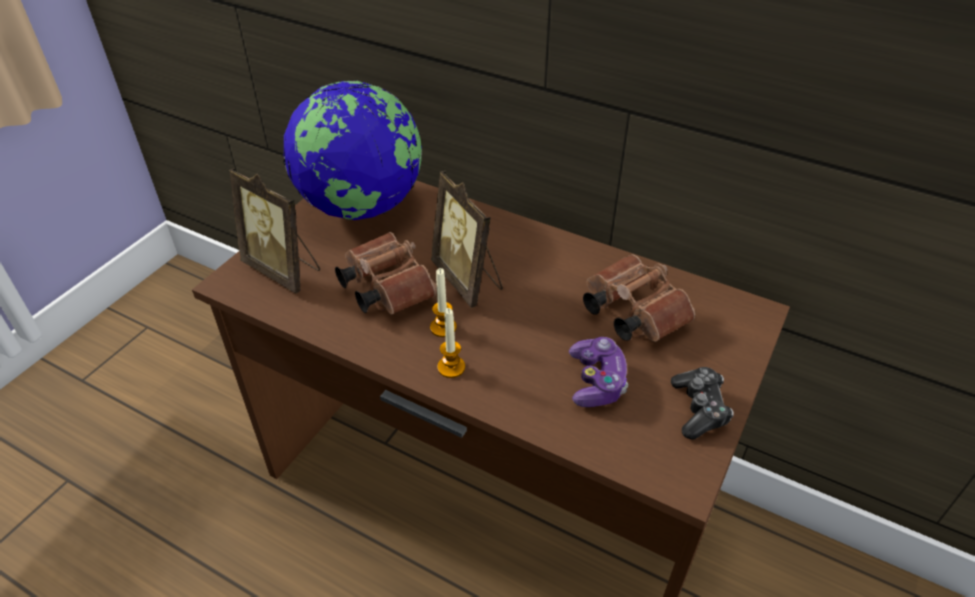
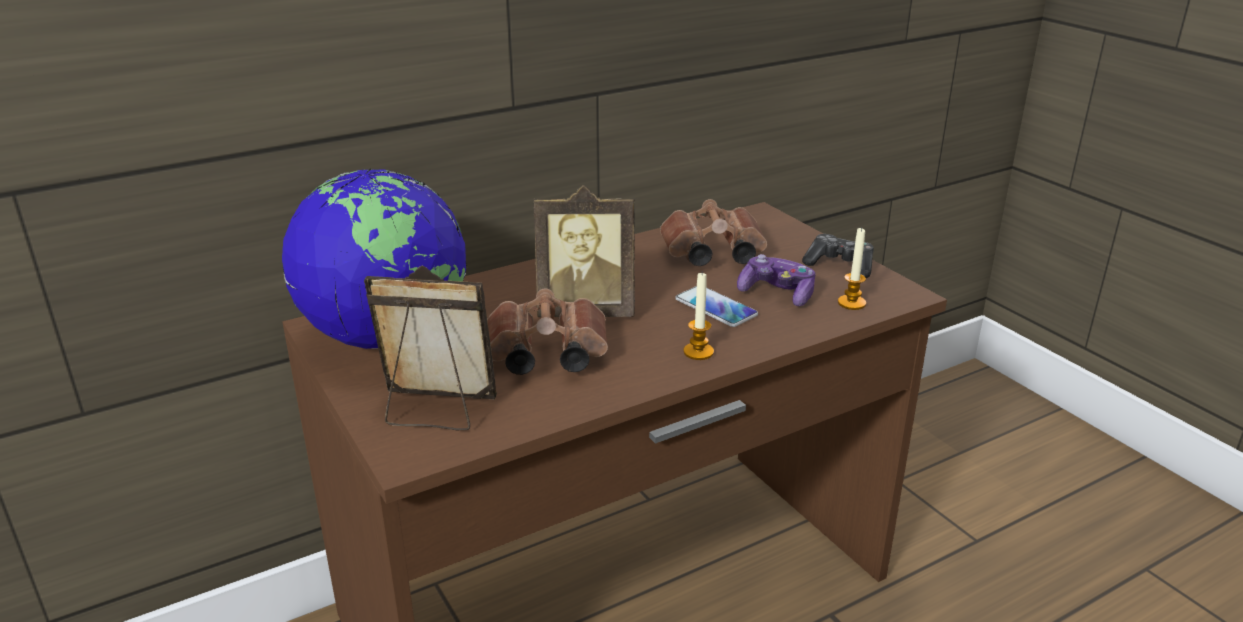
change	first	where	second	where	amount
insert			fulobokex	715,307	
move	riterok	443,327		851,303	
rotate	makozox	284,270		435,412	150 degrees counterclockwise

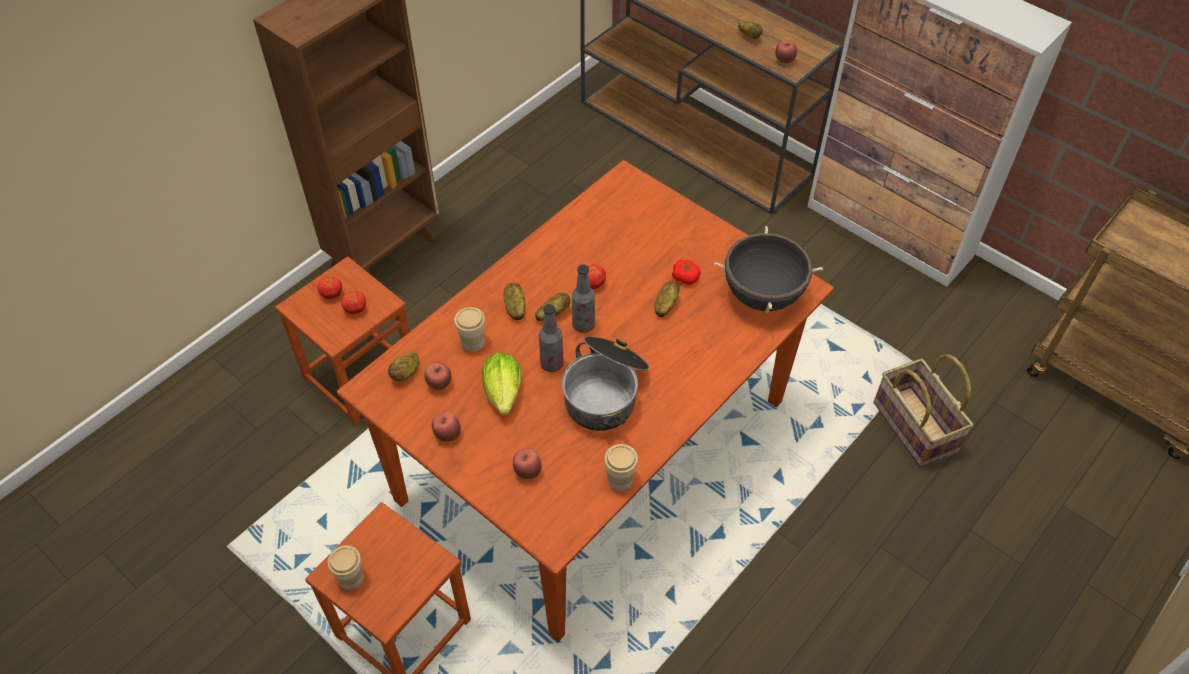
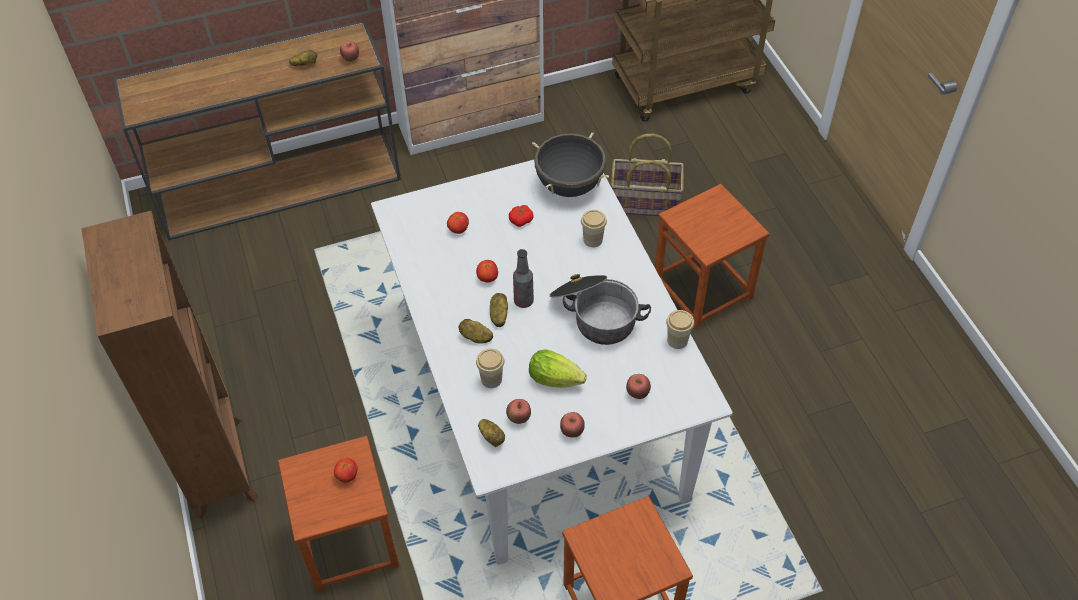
change	first	where	second	where	amount
delete	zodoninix	552,364			
delete	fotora	665,305			
insert			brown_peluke	703,289	
move	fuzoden	332,294		458,229	
move	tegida	351,578		593,240	
recolor	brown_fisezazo	594,452	white_fisezazo	542,401	

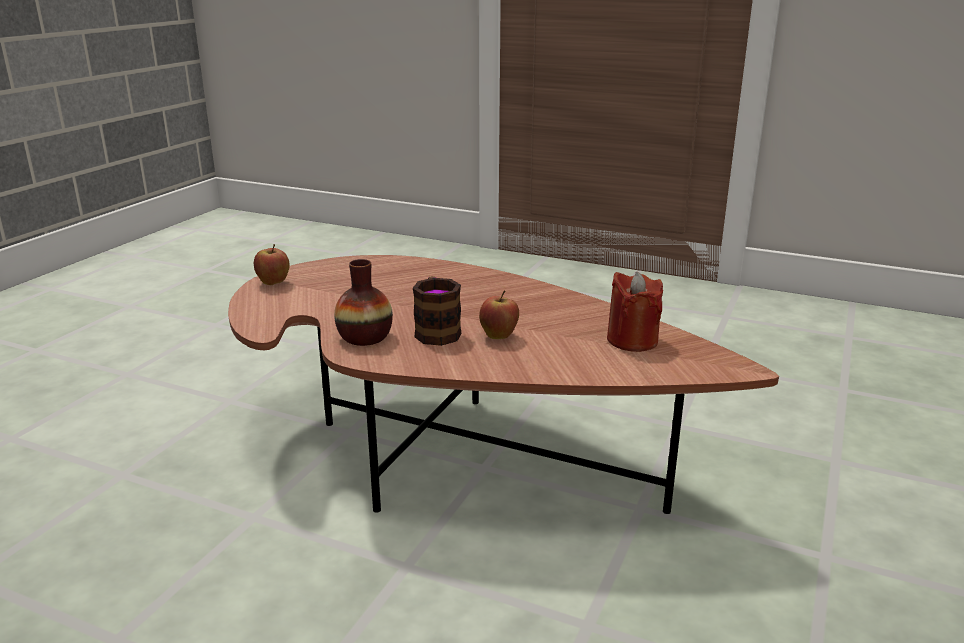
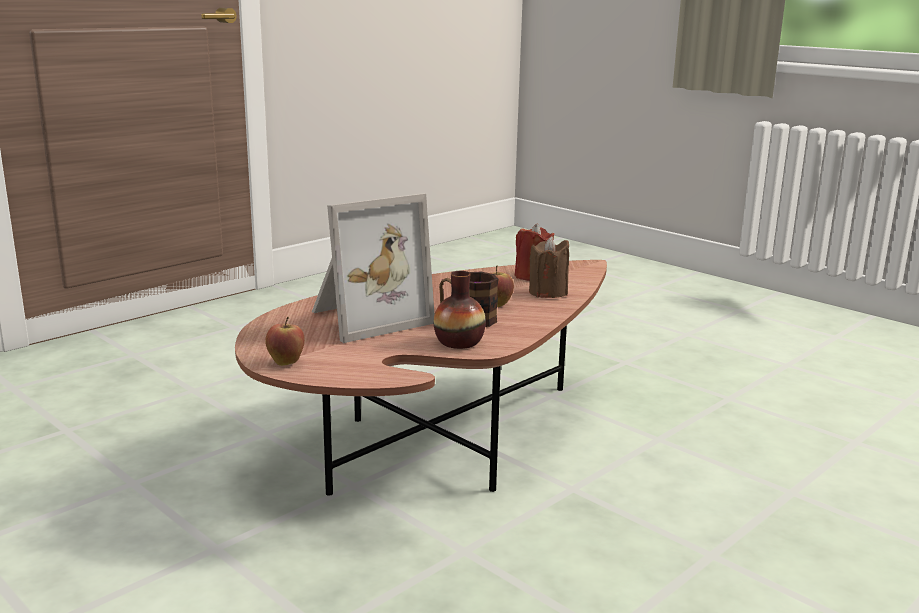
change	first	where	second	where	amount
insert			makozox	366,318	
insert			brown_riterok	548,292	

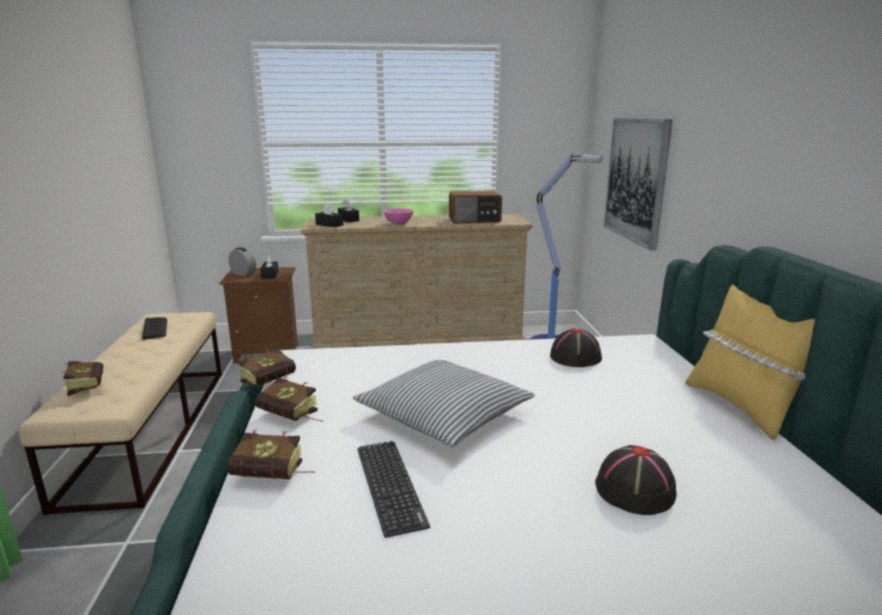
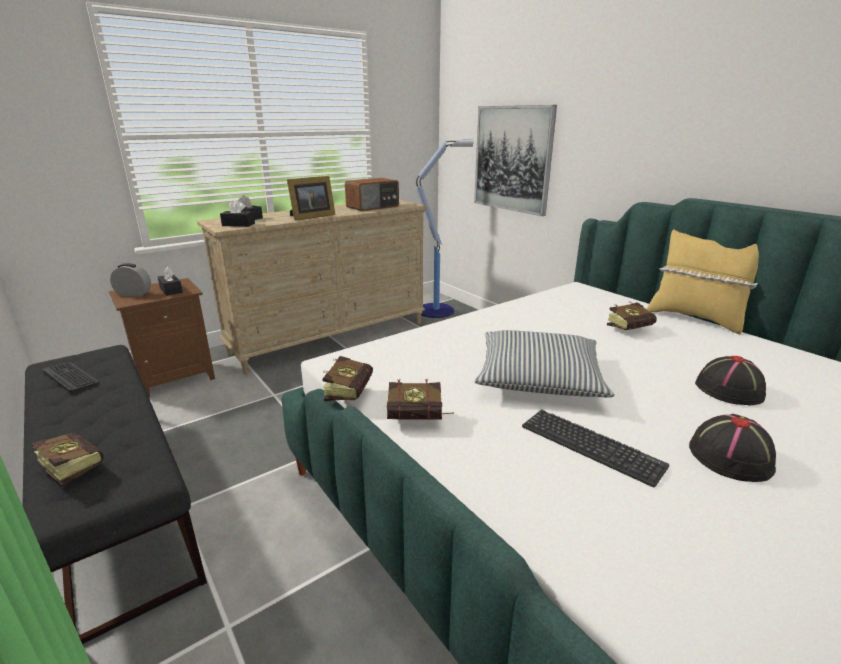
change	first	where	second	where	amount
move	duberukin	275,476		632,329	
move	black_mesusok	575,357		730,456	
replace	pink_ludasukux	399,224	makozox	311,217	
recolor	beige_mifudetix	151,429	black_mifudetix	116,498	

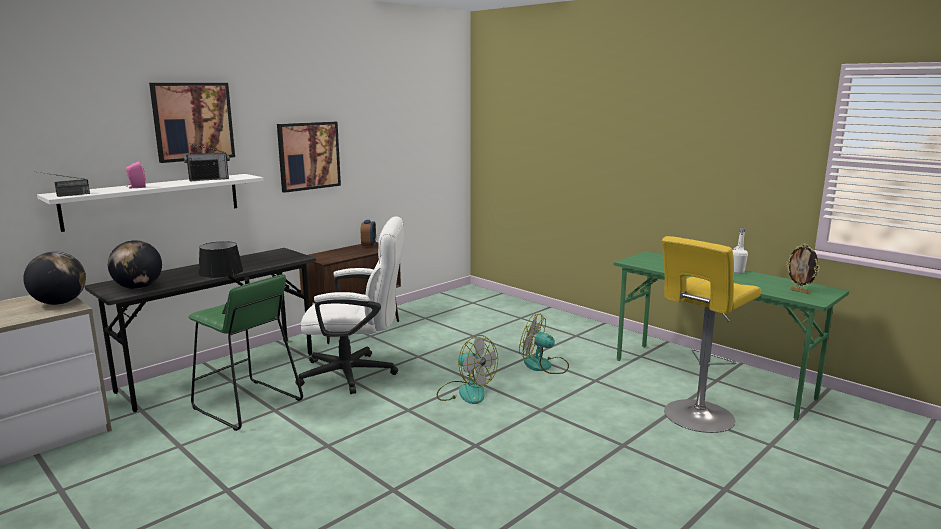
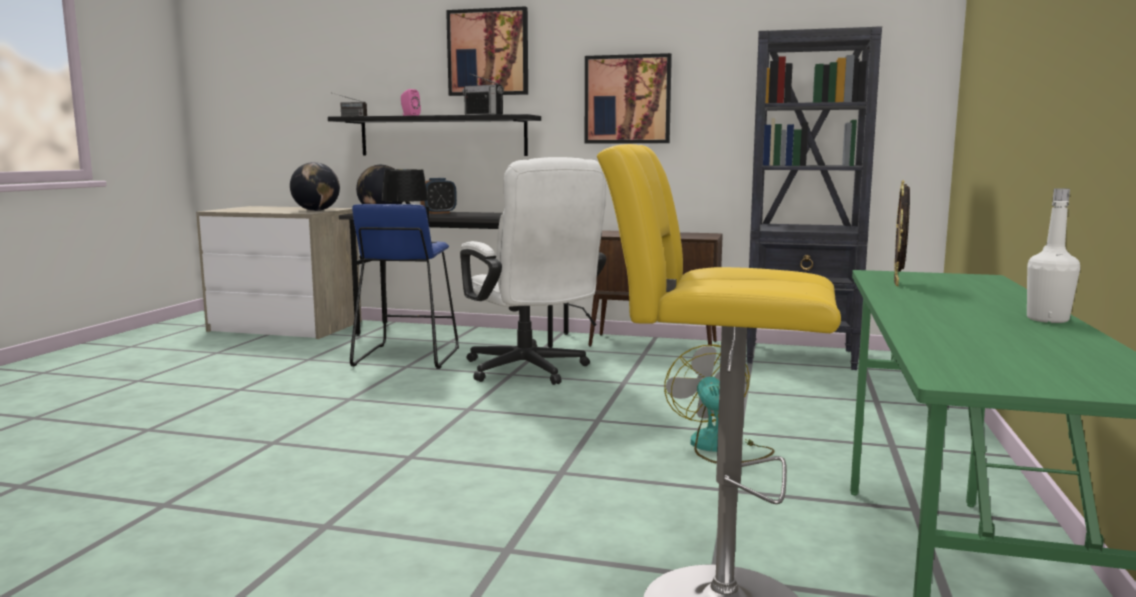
change	first	where	second	where	amount
delete	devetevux	465,392			
insert			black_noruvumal	801,356	
move	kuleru	369,246		438,213	
move	makozox	799,291		897,283	
recolor	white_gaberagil	154,201	black_gaberagil	442,136	
recolor	green_peluke	246,404	blue_peluke	406,356	

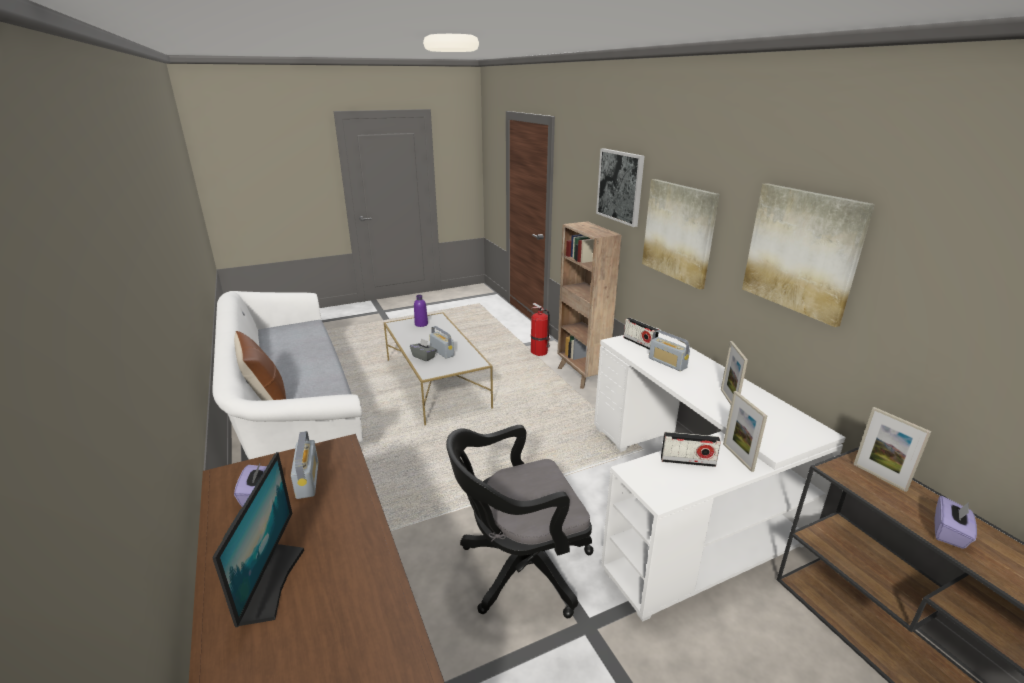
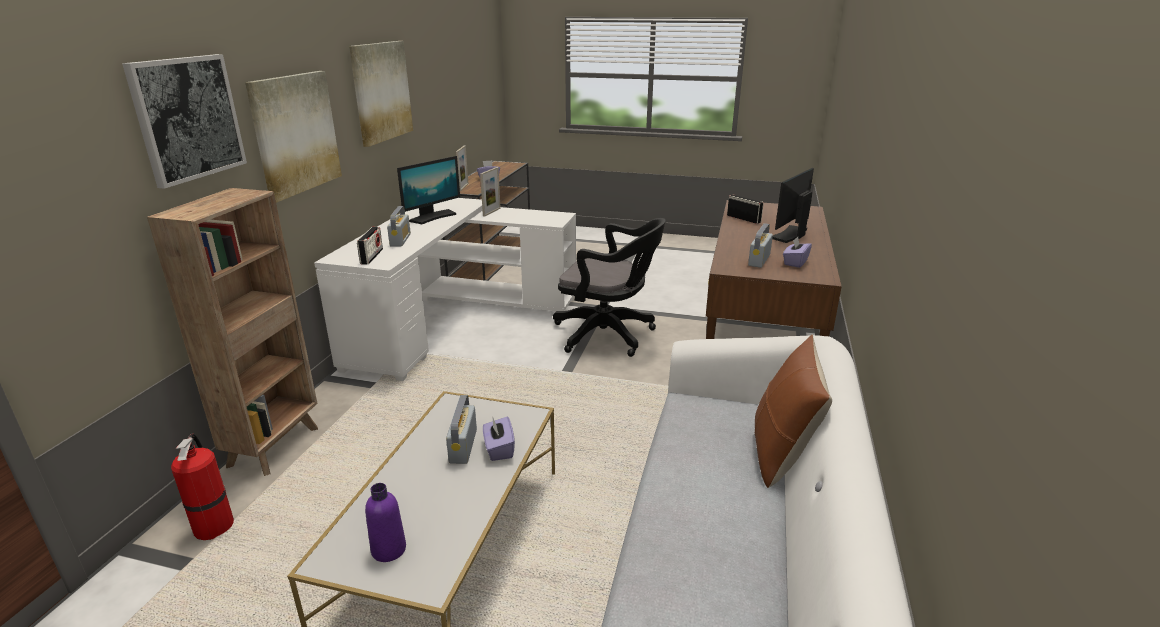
change	first	where	second	where	amount
move	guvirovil	688,461		743,219	
replace	makozox	728,399	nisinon	432,217	
recolor	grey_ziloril	424,357	purple_ziloril	499,449	

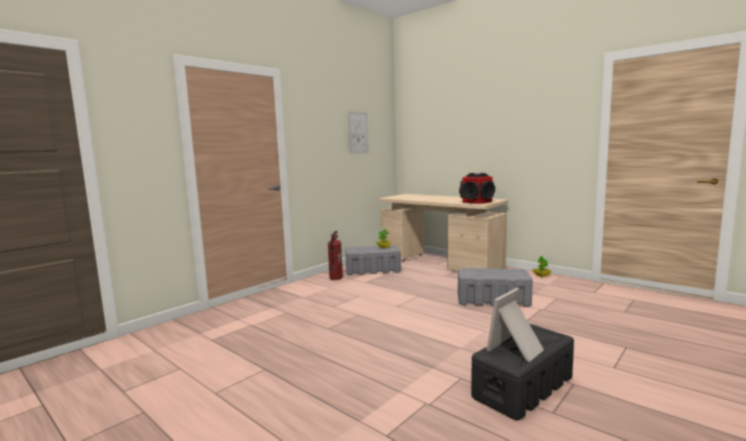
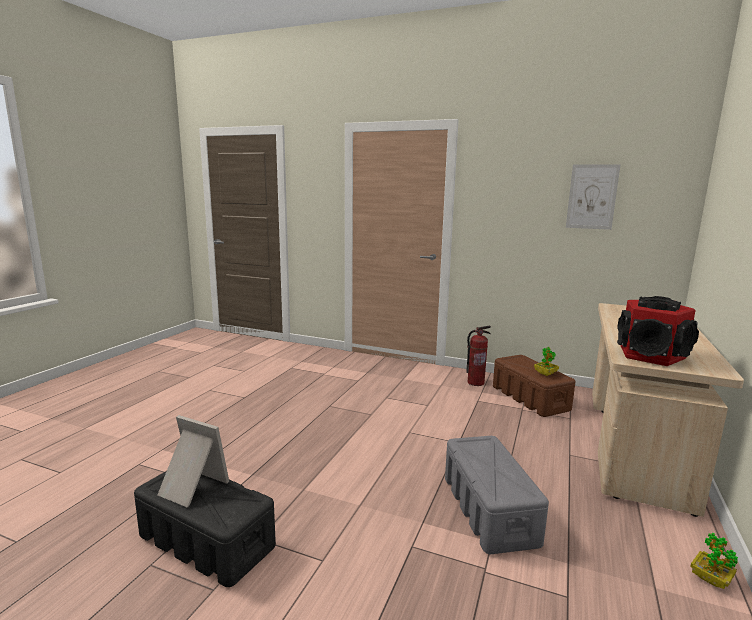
change	first	where	second	where	amount
recolor	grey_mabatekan	373,270	brown_mabatekan	530,398	

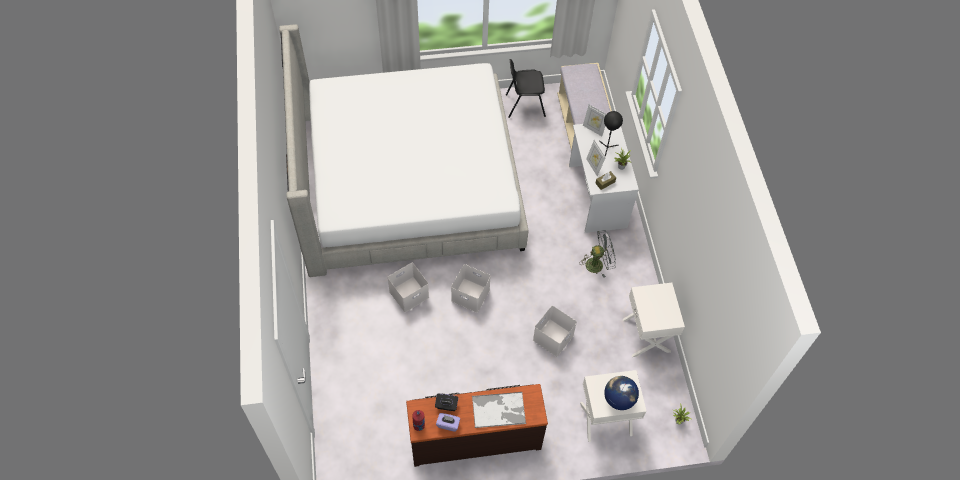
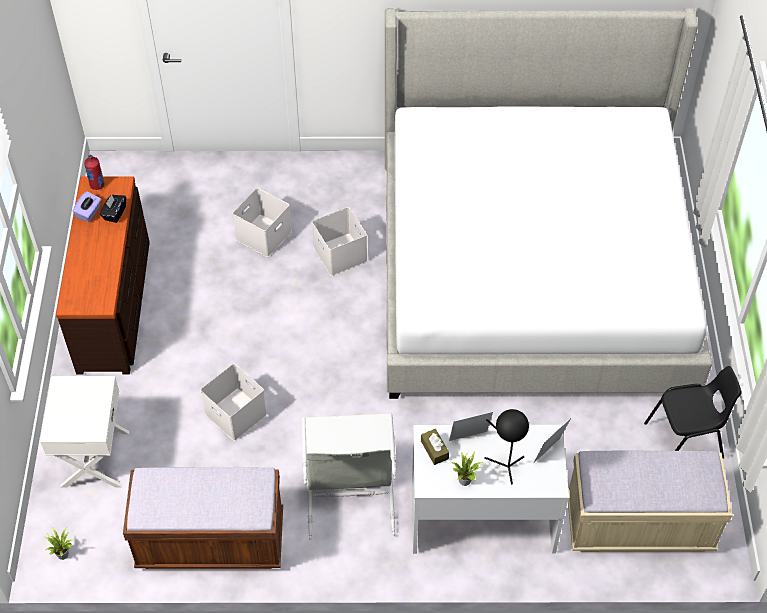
change	first	where	second	where	amount
delete	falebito	499,410			
delete	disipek	618,399			
move	white_mabatekan	469,295		263,234	
replace	grey_devetevux	598,264	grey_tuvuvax	350,496	
replace	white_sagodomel	647,335	brown_mifudetix	211,541	
rotate	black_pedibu	524,105		685,441	75 degrees clockwise

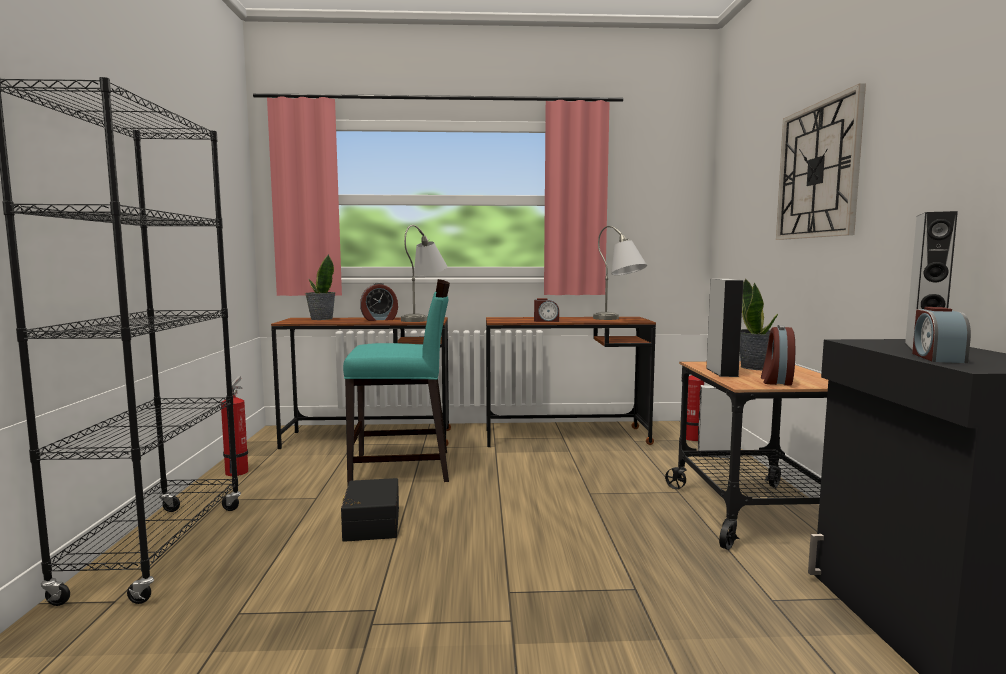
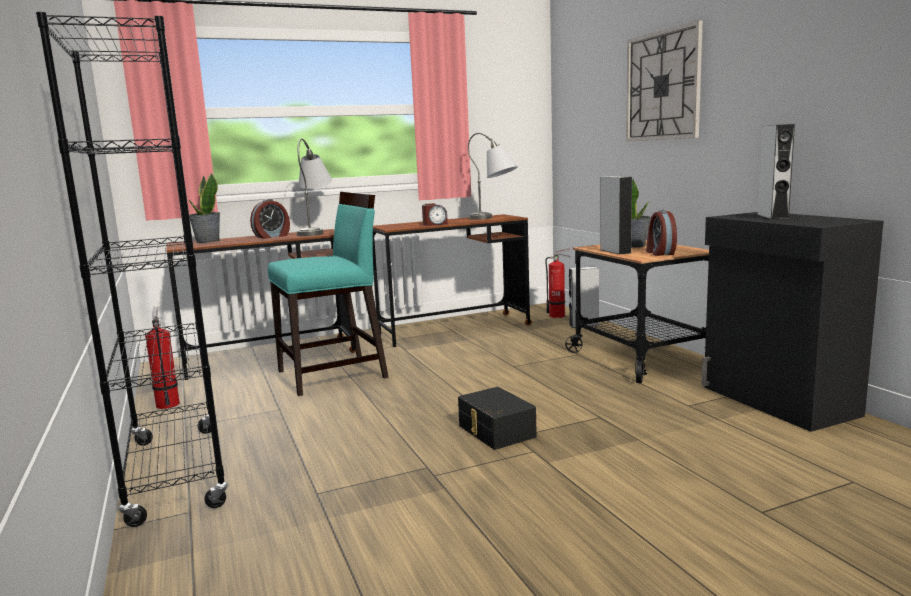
change	first	where	second	where	amount
delete	kuleru	937,358			
move	black_mabatekan	370,523		495,431	

